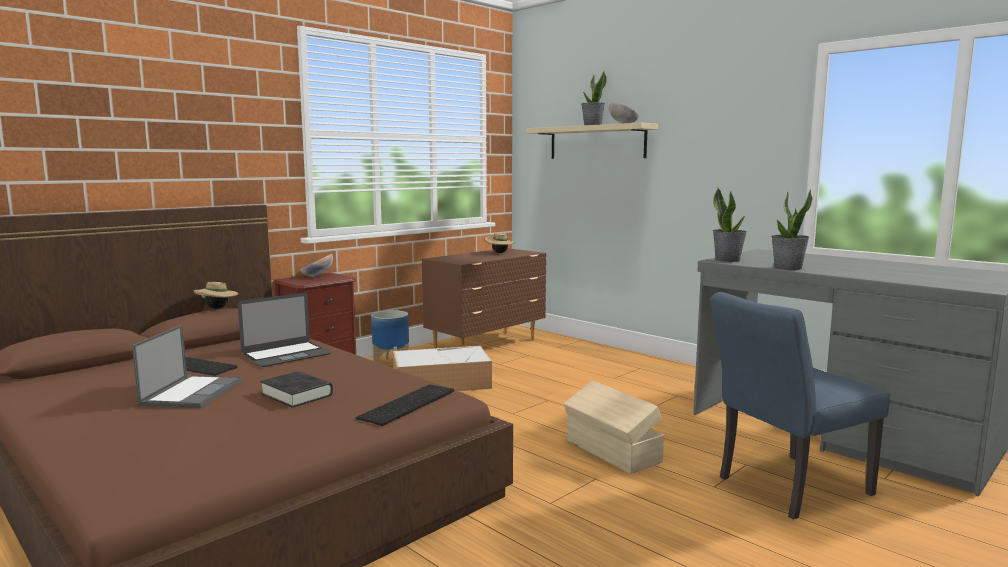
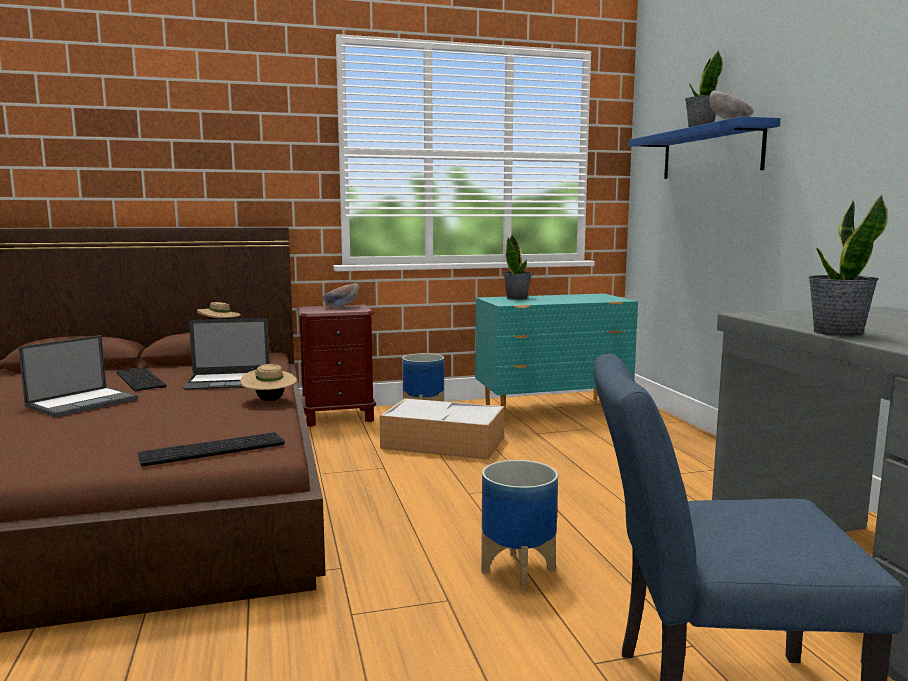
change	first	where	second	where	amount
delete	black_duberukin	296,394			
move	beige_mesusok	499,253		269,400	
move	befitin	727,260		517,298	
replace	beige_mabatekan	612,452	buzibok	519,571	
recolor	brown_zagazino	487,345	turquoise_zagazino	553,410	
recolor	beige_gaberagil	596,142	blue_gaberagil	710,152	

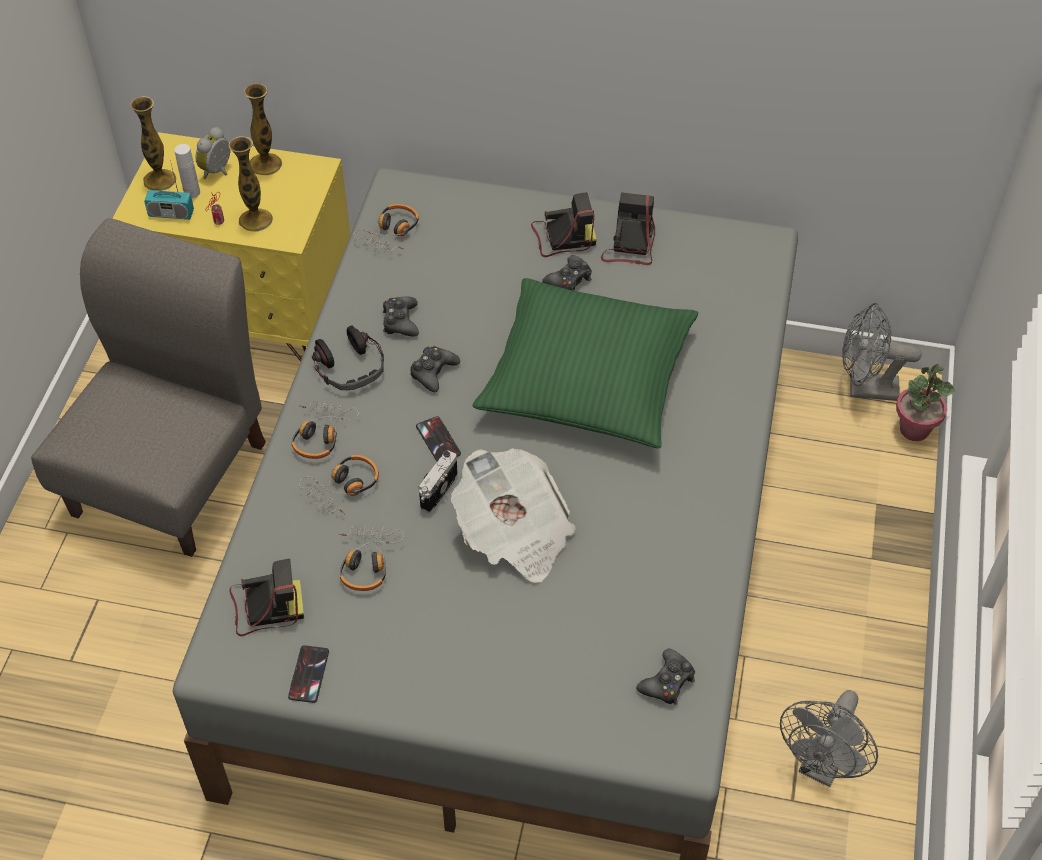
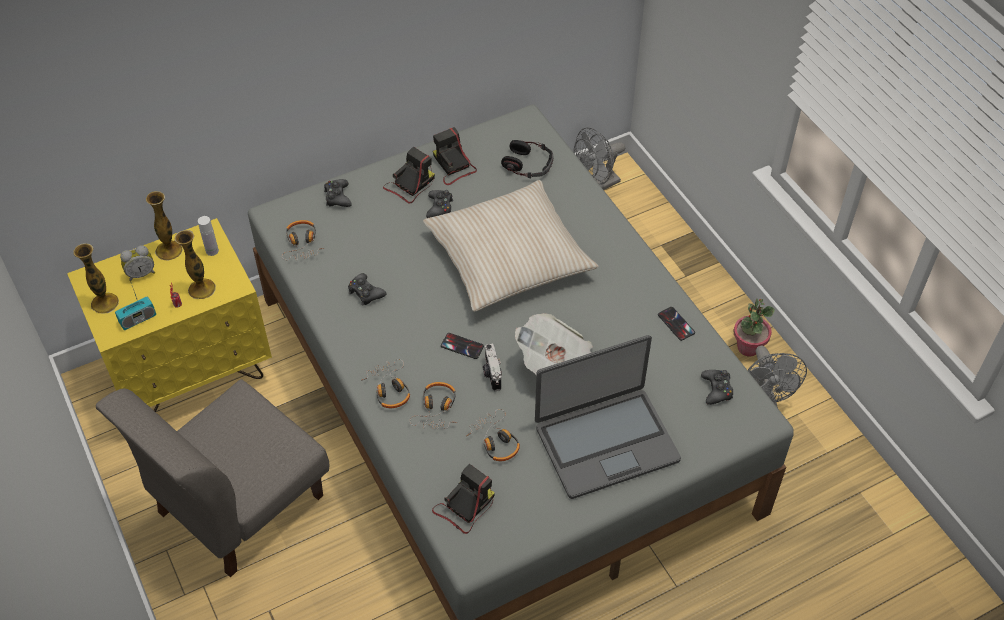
change	first	where	second	where	amount
insert			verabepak	606,442	
move	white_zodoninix	192,192		212,251	
move	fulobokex	308,674		676,324	
move	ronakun	350,367		528,164	
move	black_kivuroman	433,372		337,197	
move	befitin	914,429		748,347	
recolor	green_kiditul	587,378	beige_kiditul	508,257	
rotate	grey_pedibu	172,477		239,504	120 degrees counterclockwise
rotate	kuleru	218,172		141,273	105 degrees counterclockwise

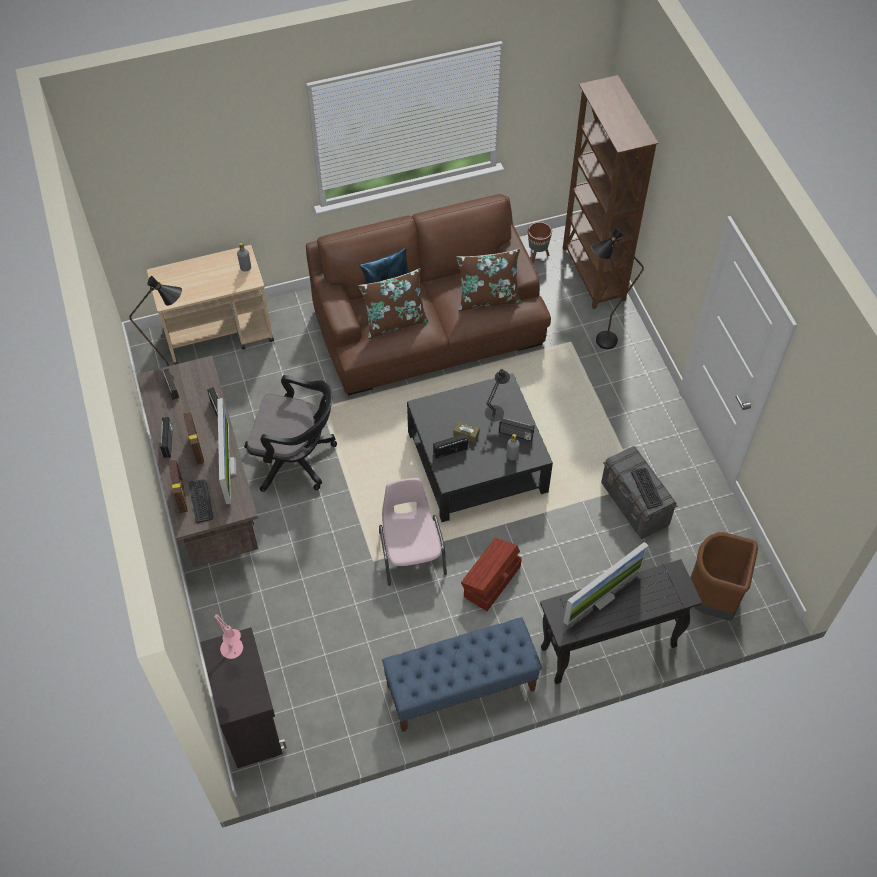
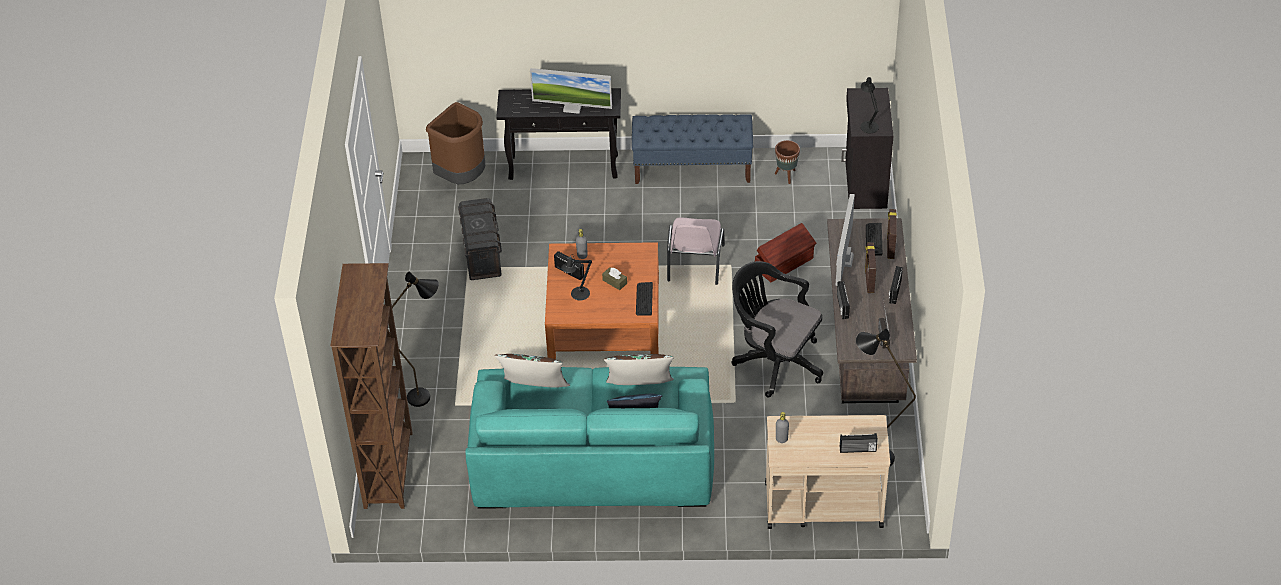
change	first	where	second	where	amount
move	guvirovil	450,450		857,450	
move	brown_mabatekan	491,581		785,263	
move	brown_buzibok	537,255		786,176	
move	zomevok	647,488		644,299	
recolor	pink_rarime	233,651	black_rarime	868,125	
recolor	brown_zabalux	428,324	turquoise_zabalux	593,459	
recolor	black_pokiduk	477,462	orange_pokiduk	604,319	
rotate	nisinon	601,597		572,108	150 degrees counterclockwise

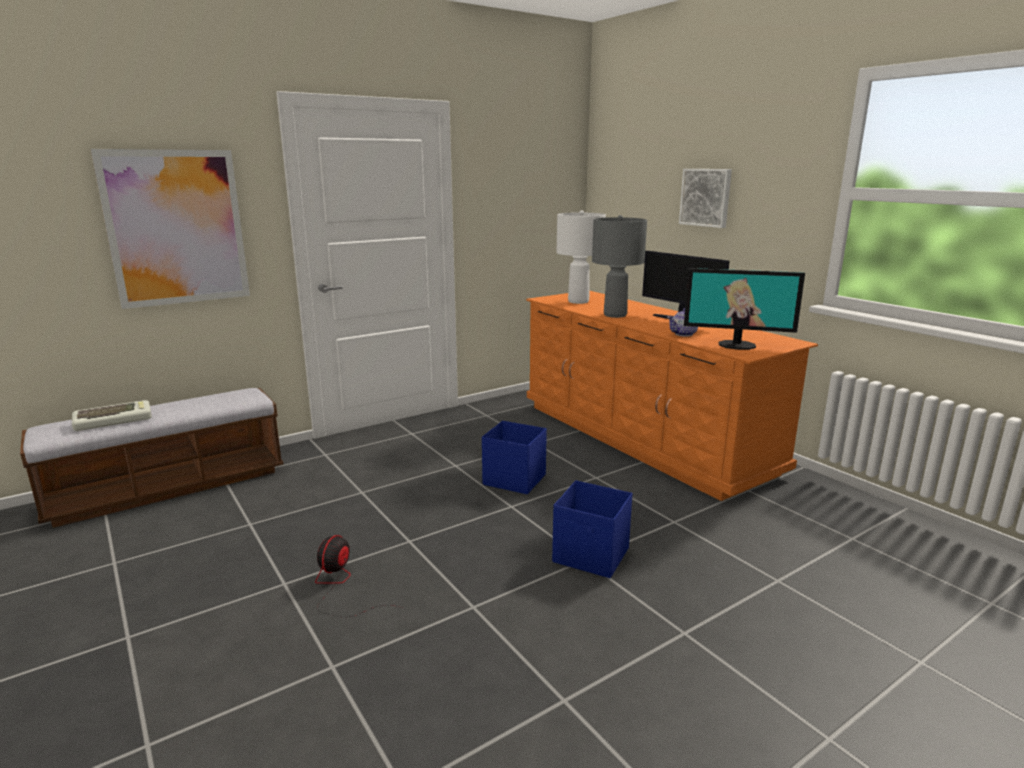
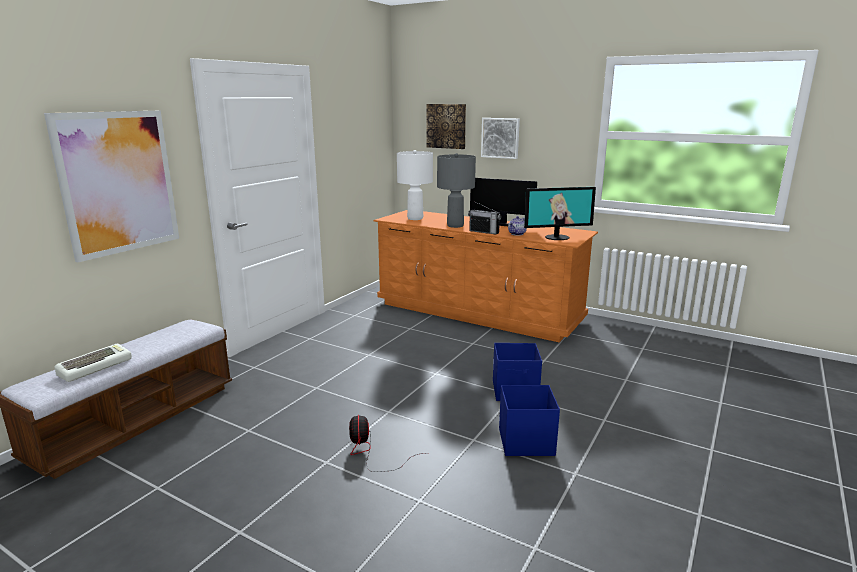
change	first	where	second	where	amount
insert			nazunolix	446,126	
insert			guvirovil	484,232	
move	blue_mabatekan	513,479		525,442	

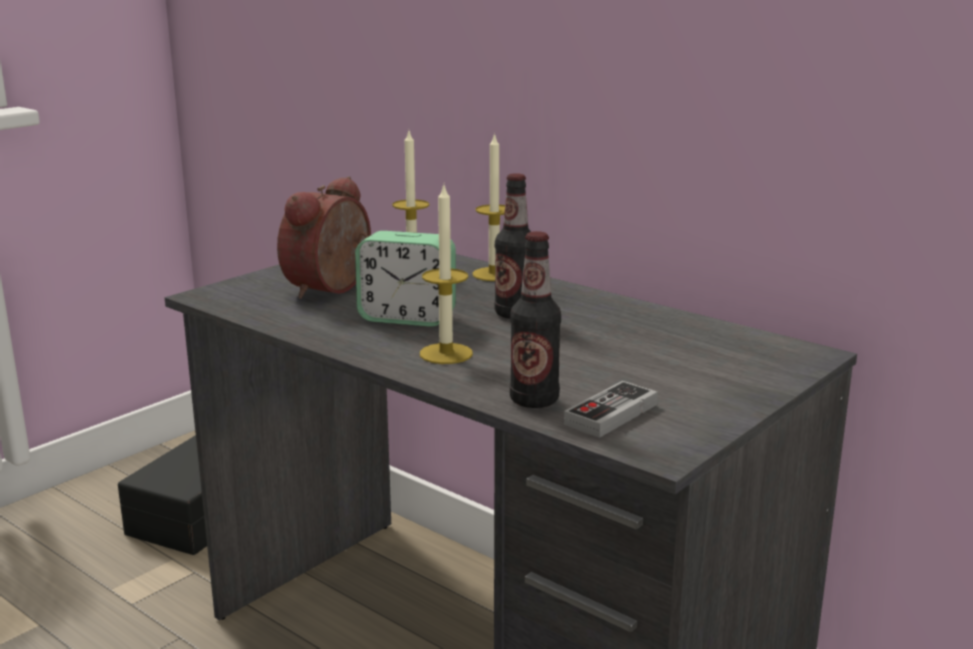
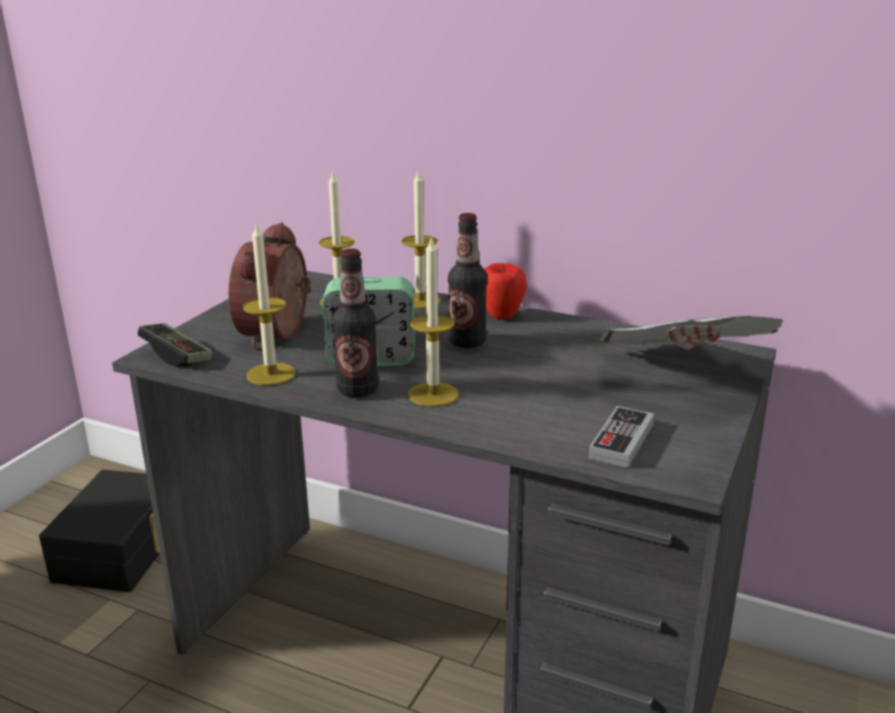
change	first	where	second	where	amount
insert			kivuroman	176,355	
insert			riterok	271,374	
insert			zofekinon	502,316	
insert			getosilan	681,377	
move	zodoninix	534,400		357,390	

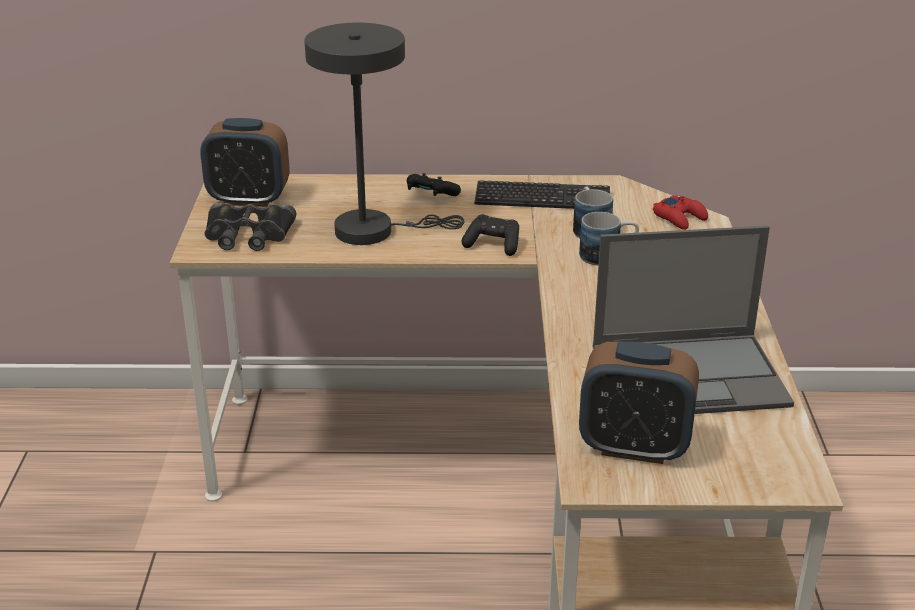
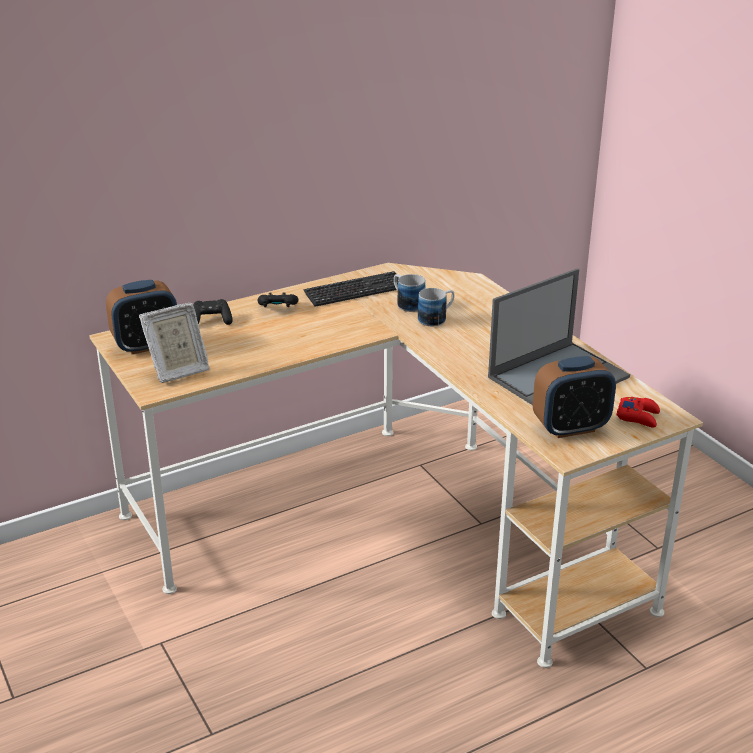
change	first	where	second	where	amount
delete	grey_rarime	374,230			
move	black_kivuroman	493,245		211,320	
move	red_kivuroman	680,218		638,416	
replace	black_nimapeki	248,235	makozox	178,371	

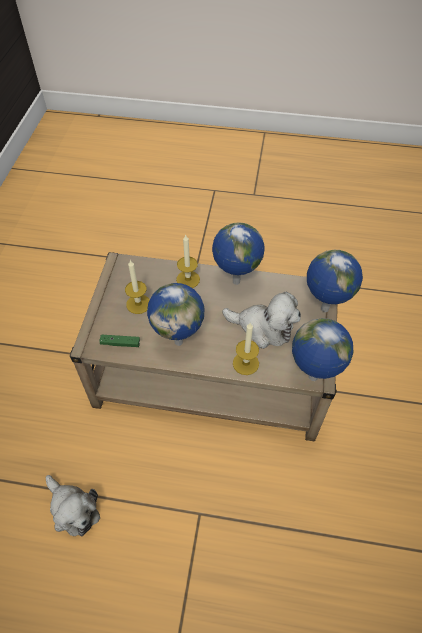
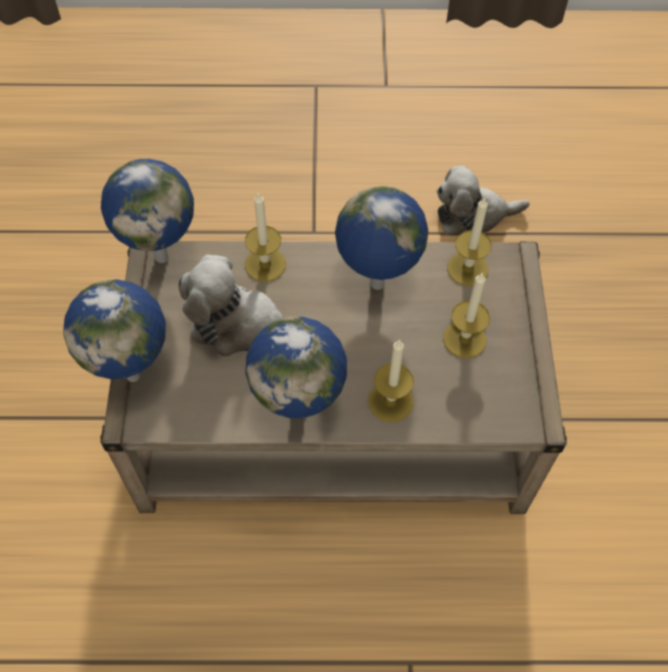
change	first	where	second	where	amount
replace	green_kivuroman	120,343	riterok	467,268	
rotate	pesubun	73,509		473,216	45 degrees counterclockwise

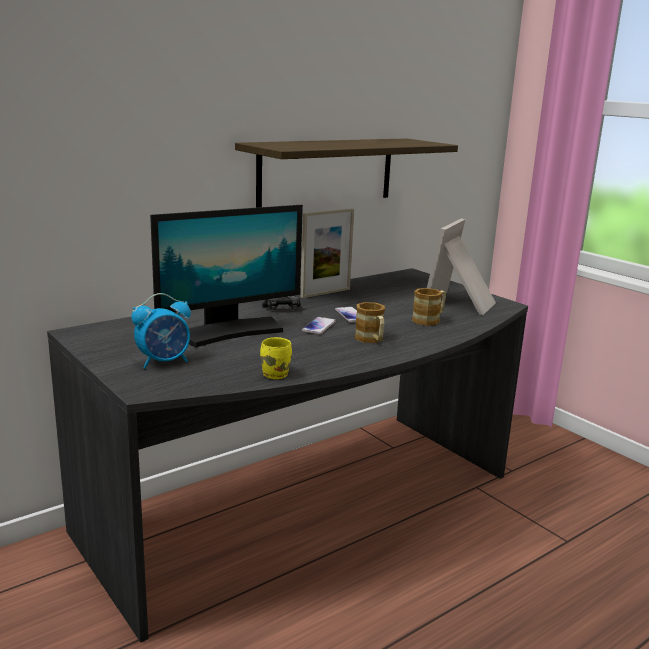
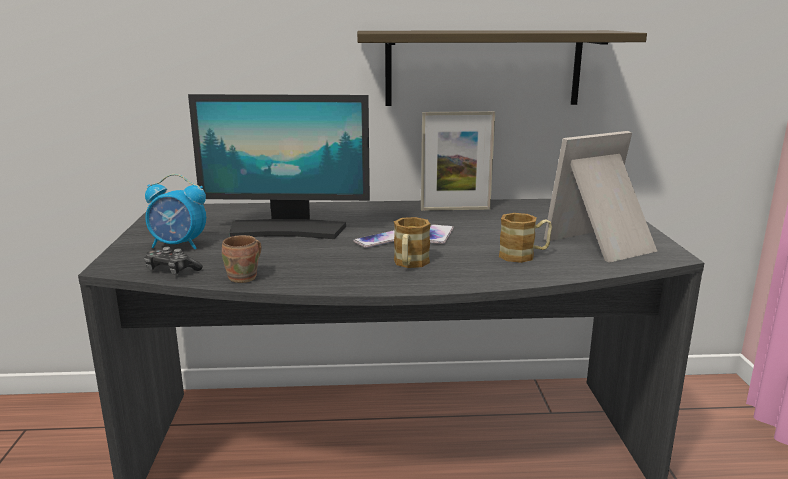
change	first	where	second	where	amount
move	kivuroman	282,309		171,271	
recolor	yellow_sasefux	277,374	brown_sasefux	245,278	

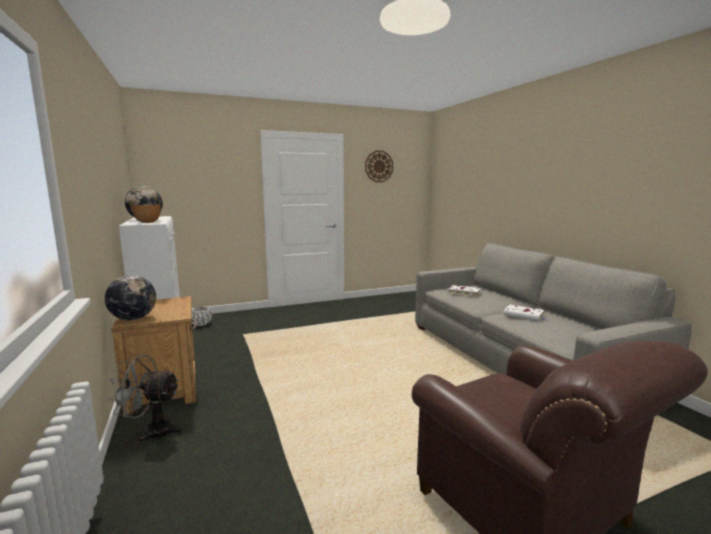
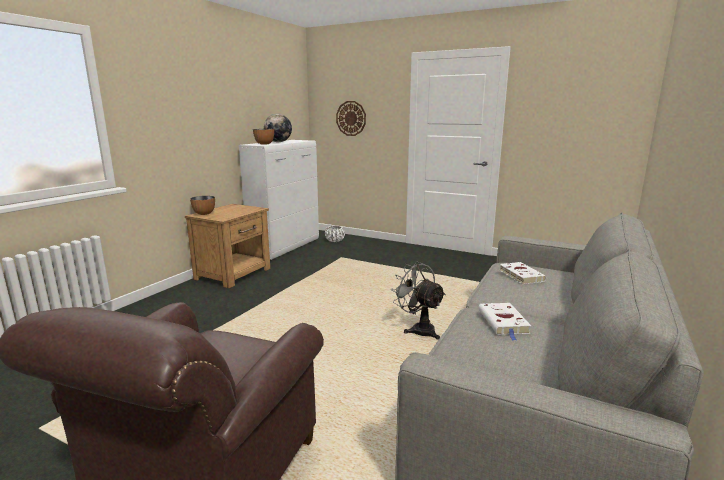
change	first	where	second	where	amount
move	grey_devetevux	151,431		419,329	
move	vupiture	379,166		351,118	
replace	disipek	133,319	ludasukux	204,213	

